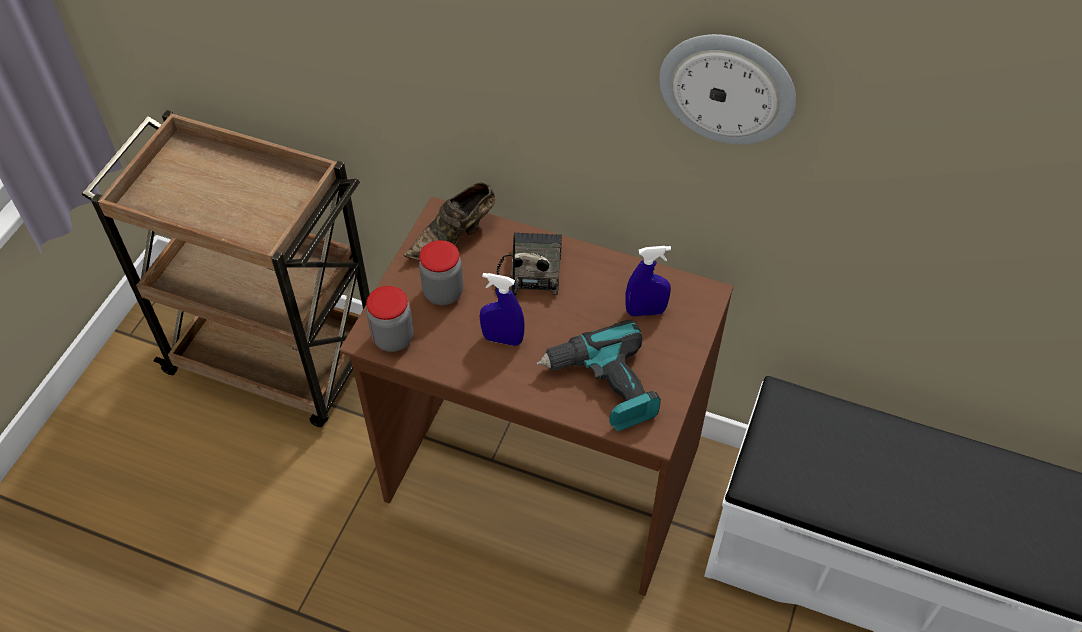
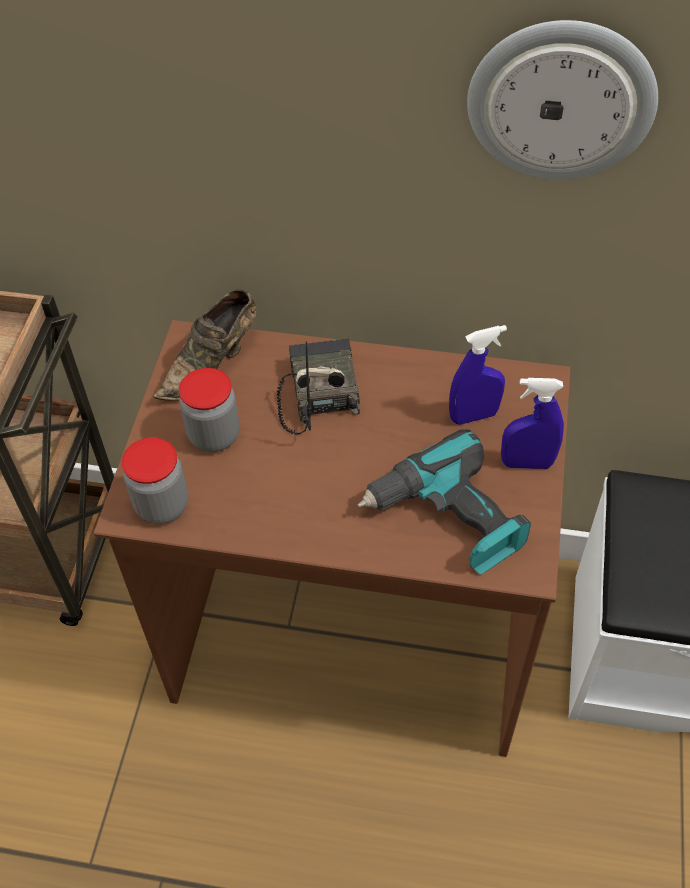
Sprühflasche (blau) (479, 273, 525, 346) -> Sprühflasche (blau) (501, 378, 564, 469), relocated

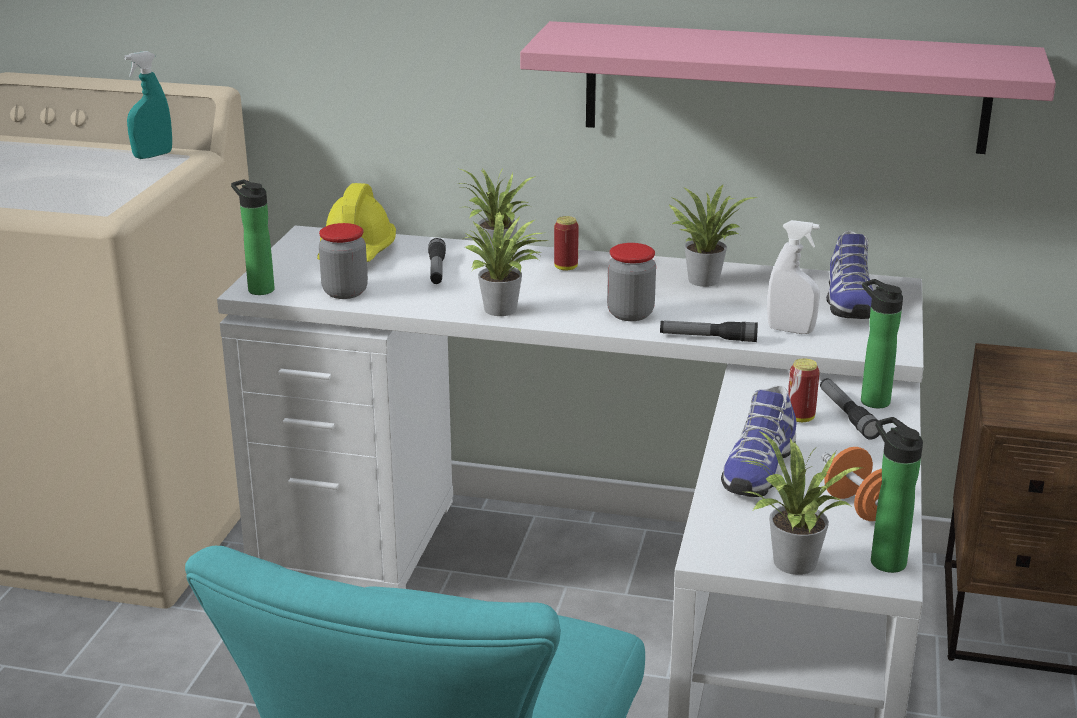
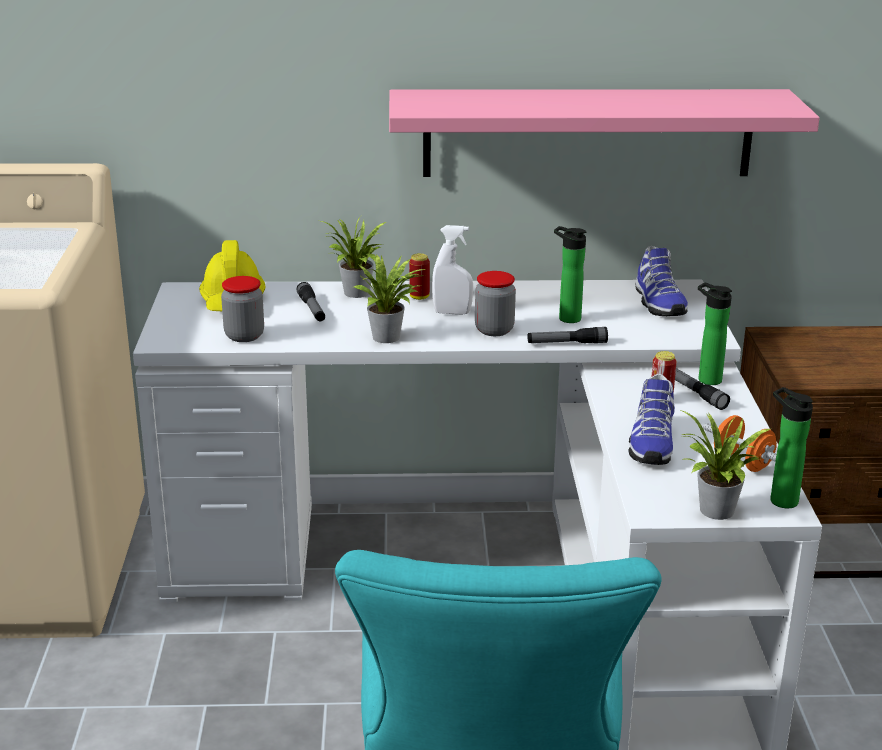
Sprühflasche (türkis) (124, 51, 172, 159) -> none
Flasche (231, 179, 274, 295) -> Flasche (554, 226, 587, 323), relocated
Topfpflanze (668, 185, 757, 287) -> none
Sprühflasche (weiß) (767, 220, 820, 334) -> Sprühflasche (weiß) (432, 225, 473, 315), relocated

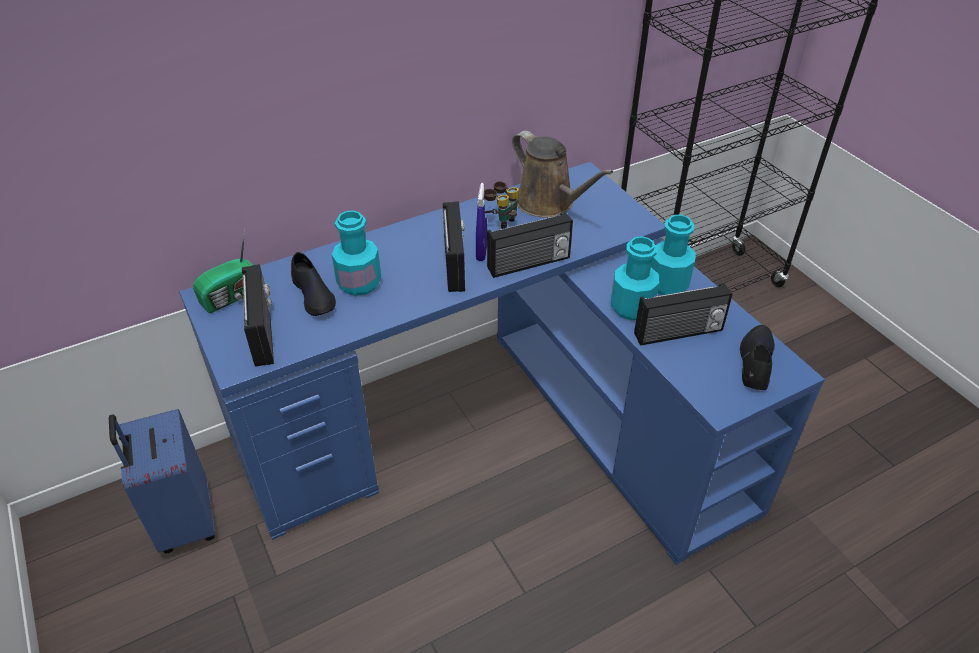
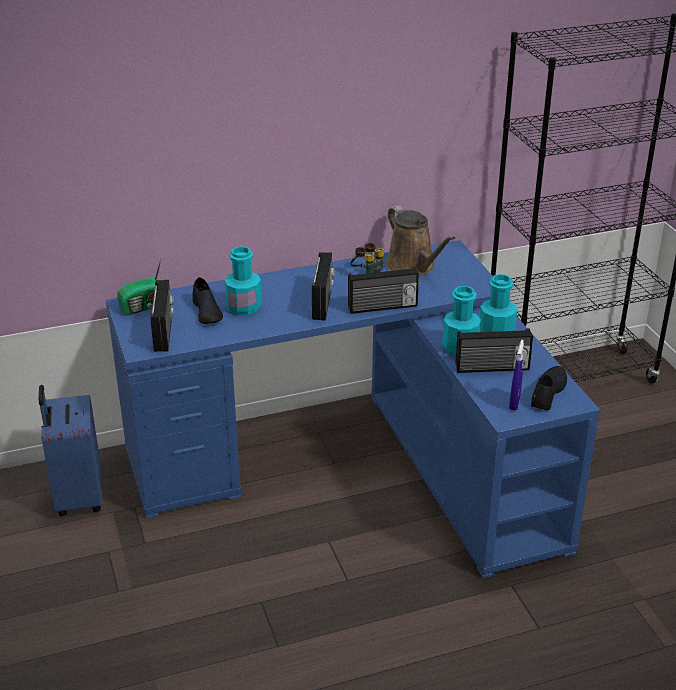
Sprühflasche (blau) (476, 183, 487, 261) -> Sprühflasche (blau) (509, 340, 524, 411), relocated

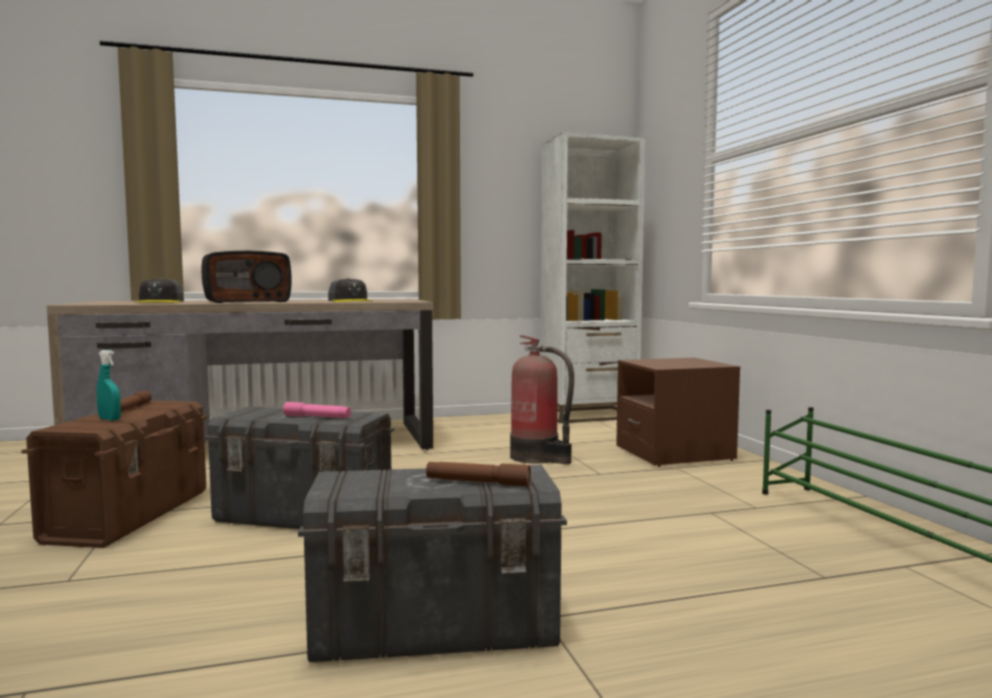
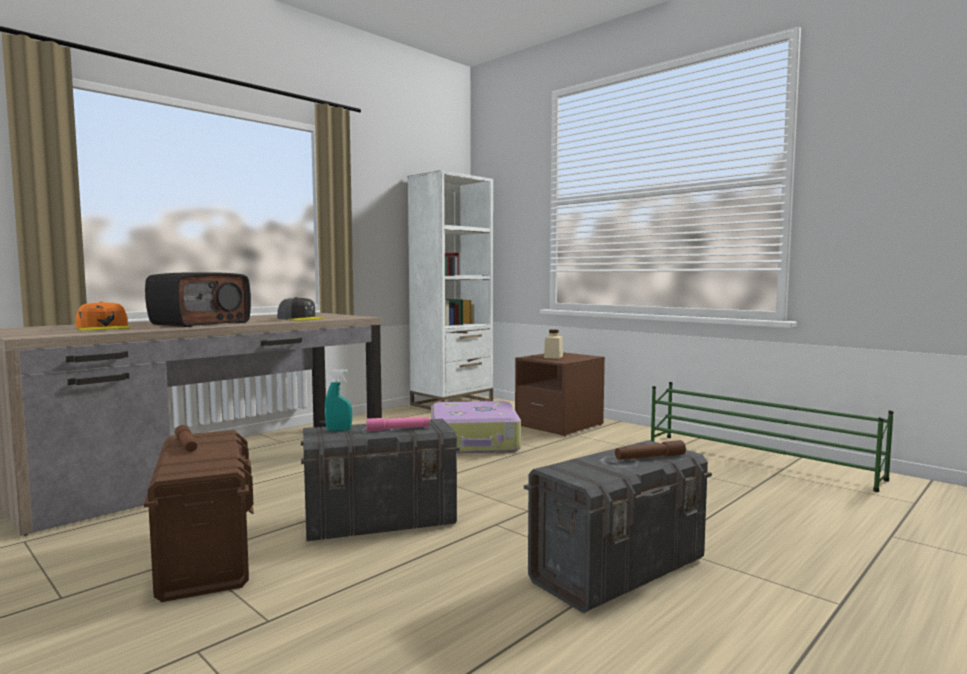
Sprühflasche (türkis) (97, 350, 121, 421) -> Sprühflasche (türkis) (325, 369, 352, 431), relocated
Kappe (grau) (134, 278, 184, 303) -> Kappe (orange) (75, 301, 131, 331)
Feuerlöscher (510, 335, 574, 464) -> Koffer (431, 401, 521, 454)
none -> Vorratsglas (beige) (544, 329, 563, 359)

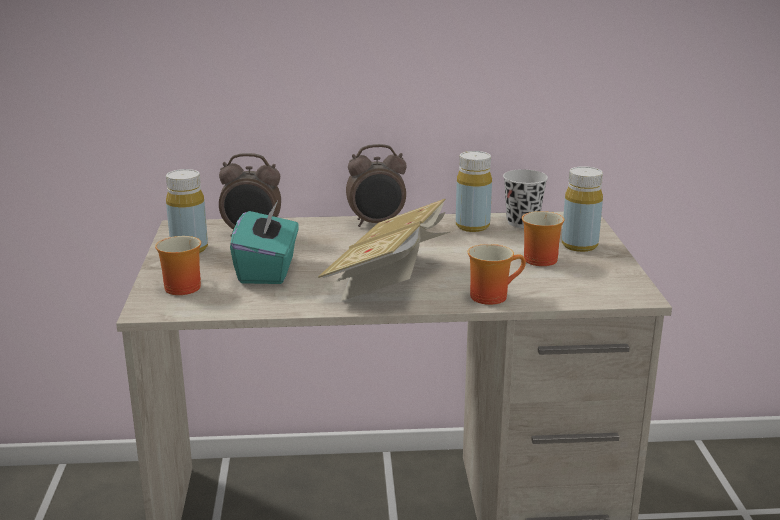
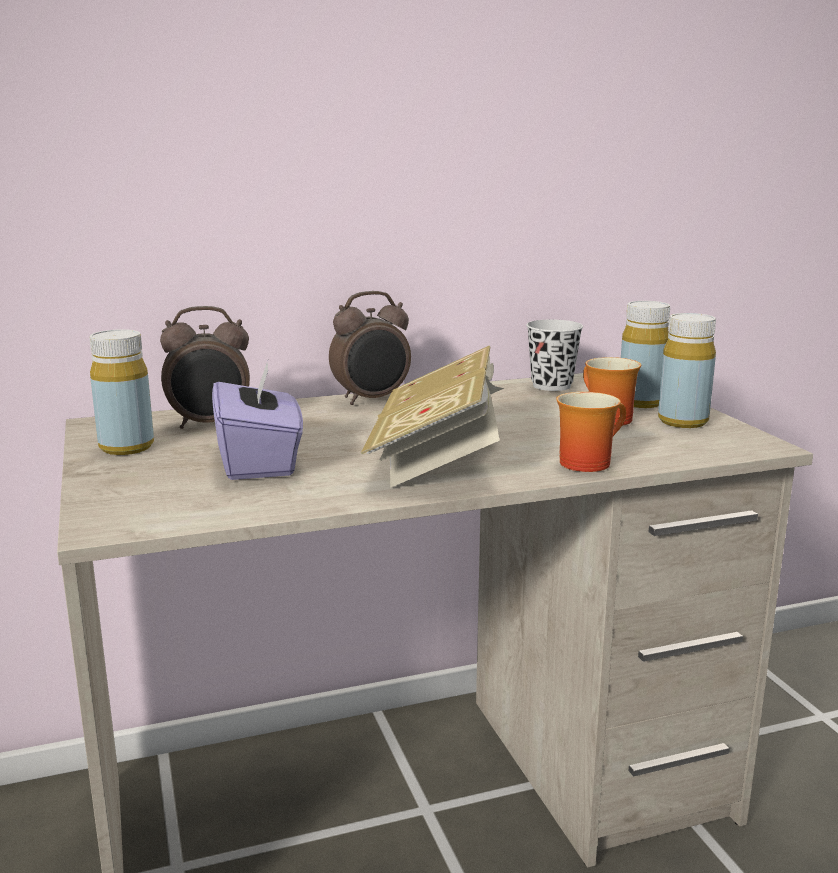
Henkelbecher (155, 236, 201, 295) -> none
Taschentuchbox (türkis) (230, 201, 299, 284) -> Taschentuchbox (lila) (212, 358, 303, 480)
Flasche (gelb) (456, 151, 492, 232) -> Flasche (gelb) (658, 313, 716, 428), relocated

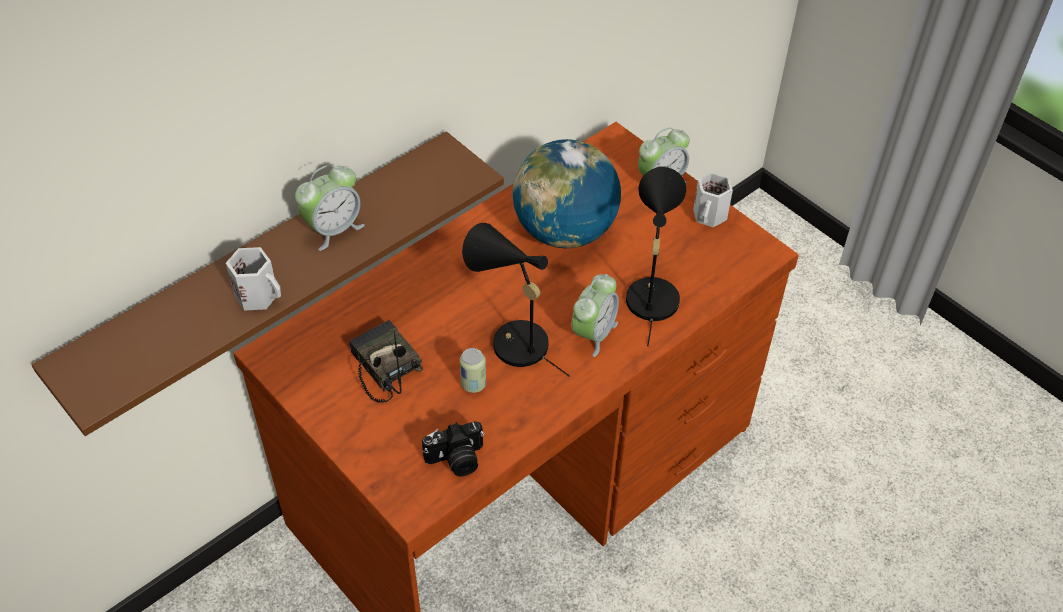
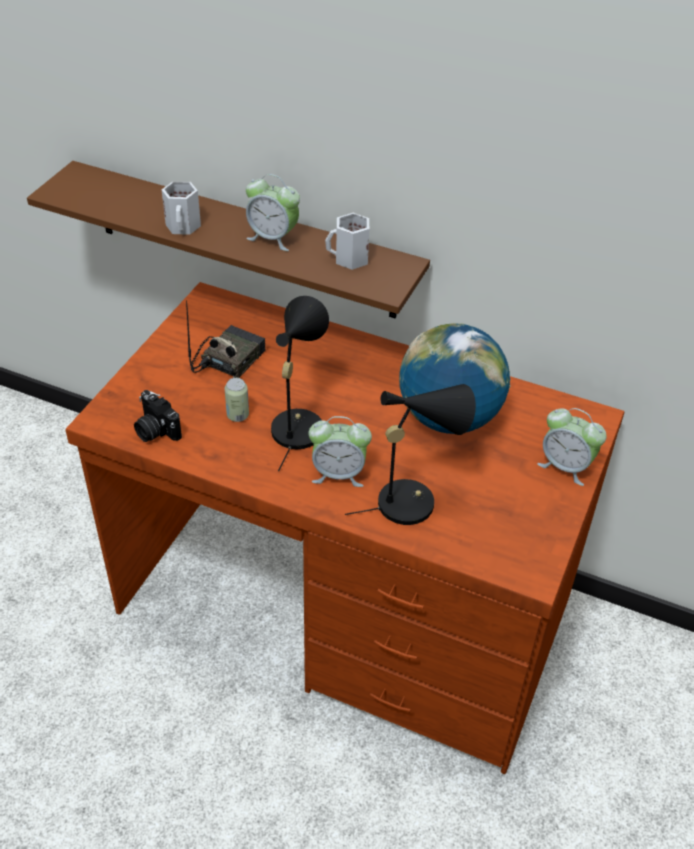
Henkelbecher (weiß) (693, 172, 733, 227) -> Henkelbecher (weiß) (325, 213, 369, 270), relocated

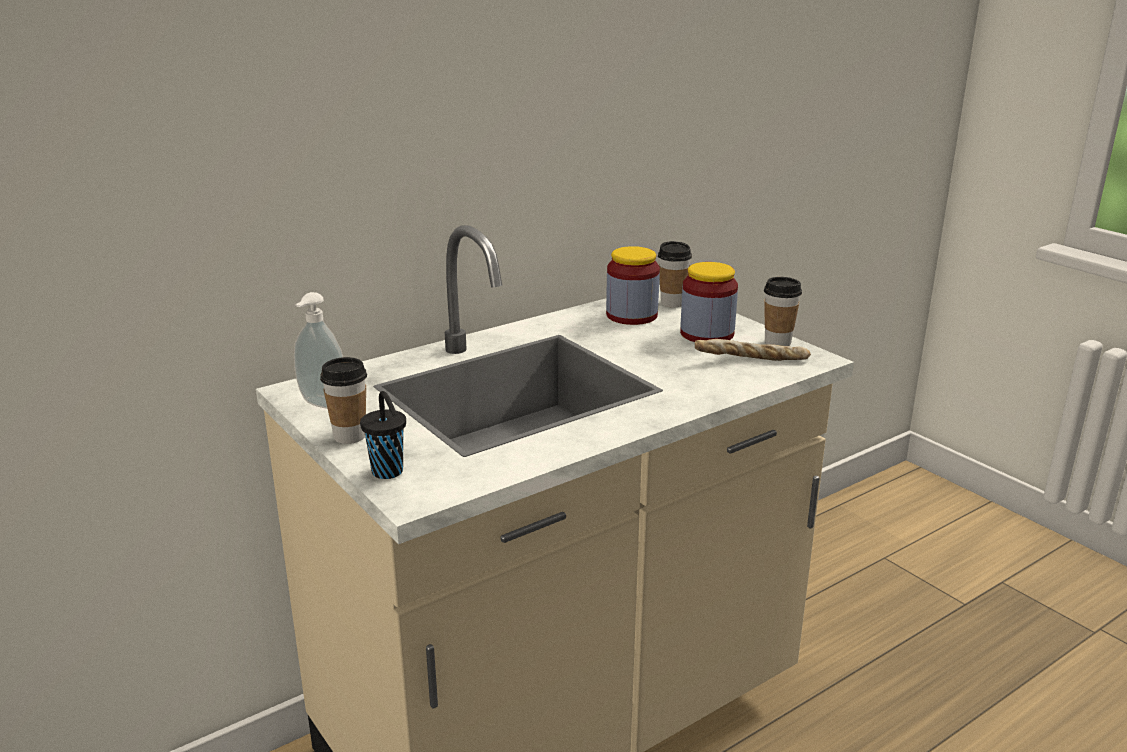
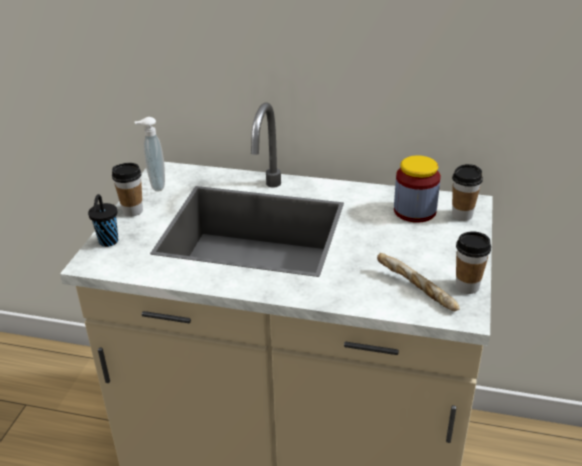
Vorratsglas (680, 262, 738, 342) -> none

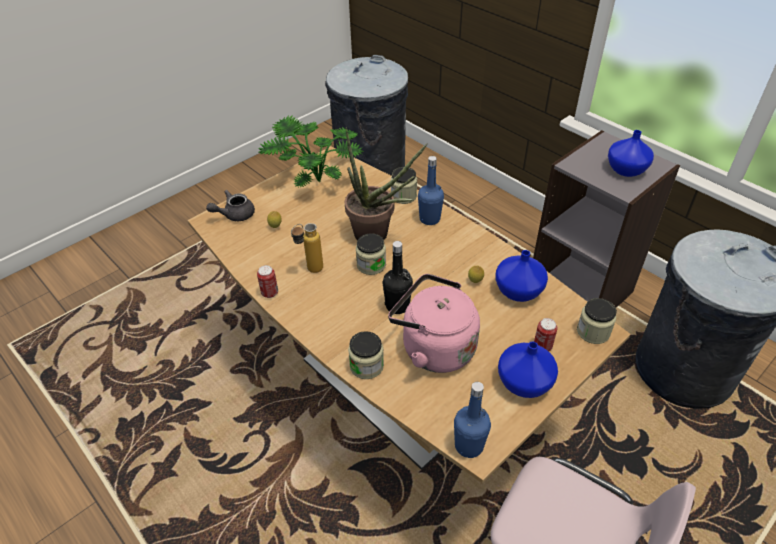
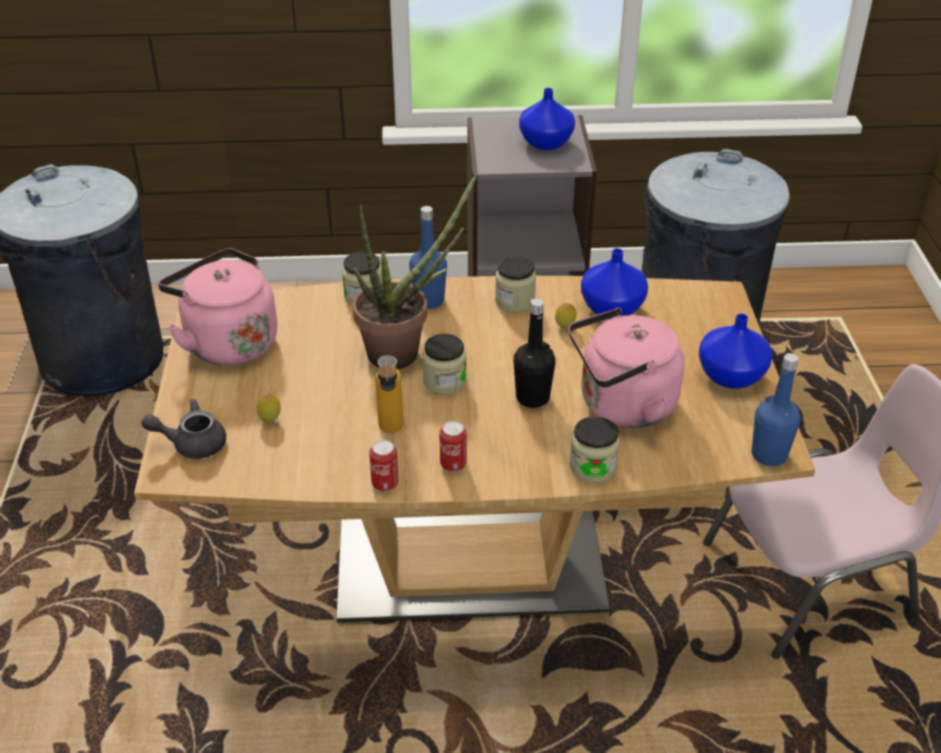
Teekanne (grau) (206, 190, 255, 221) -> Teekanne (grau) (142, 398, 226, 459), 75 degrees clockwise
Topfpflanze (258, 115, 363, 187) -> Wasserkessel (rosa) (158, 248, 277, 365)
Dose (534, 318, 557, 351) -> Dose (440, 421, 467, 472), relocated
Vorratsglas (577, 298, 617, 344) -> Vorratsglas (495, 256, 536, 312), relocated

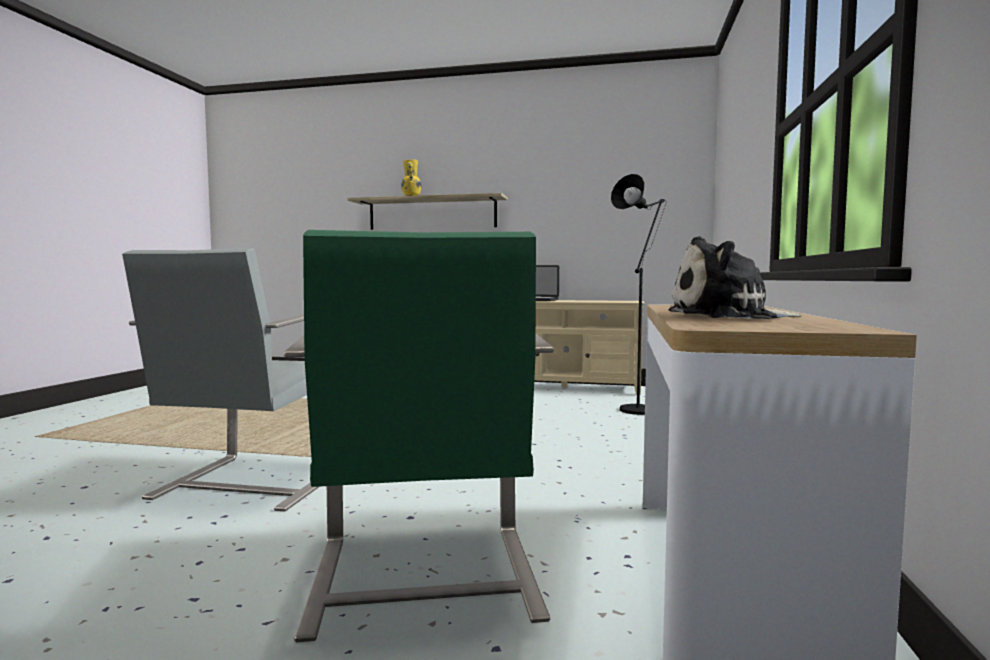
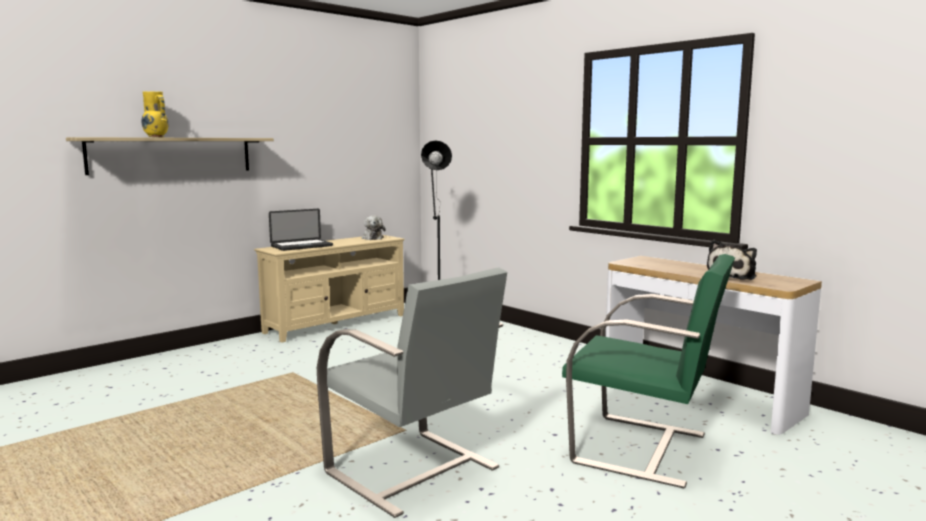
none -> Plüschtier (362, 216, 386, 240)

